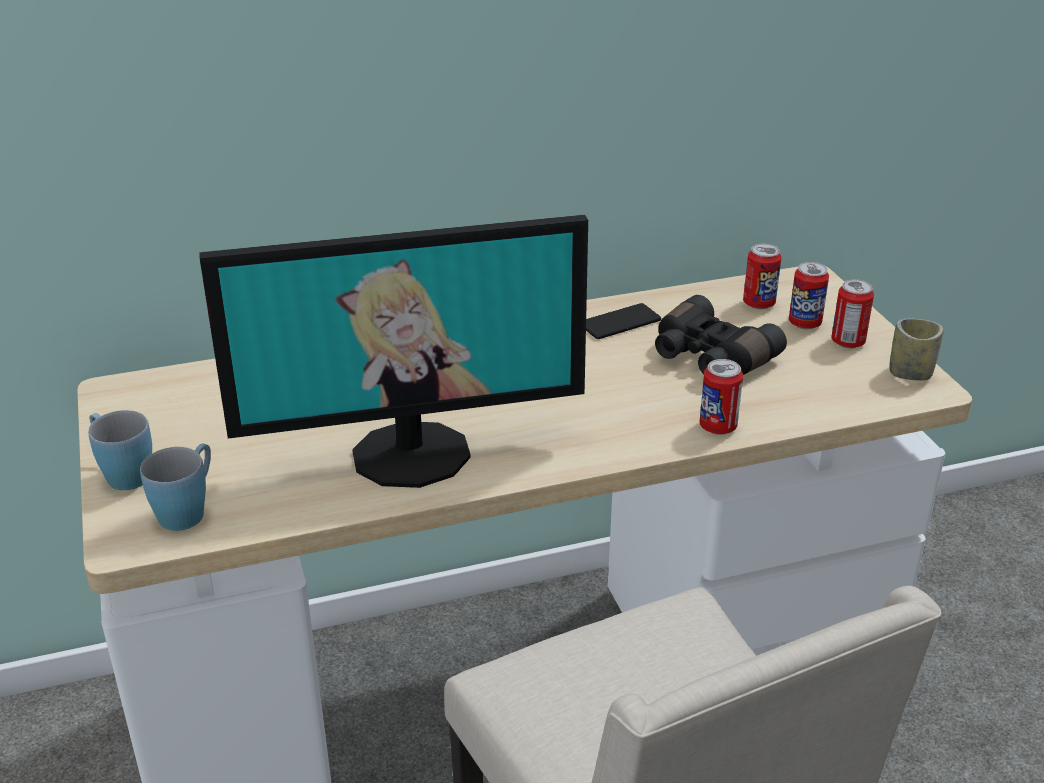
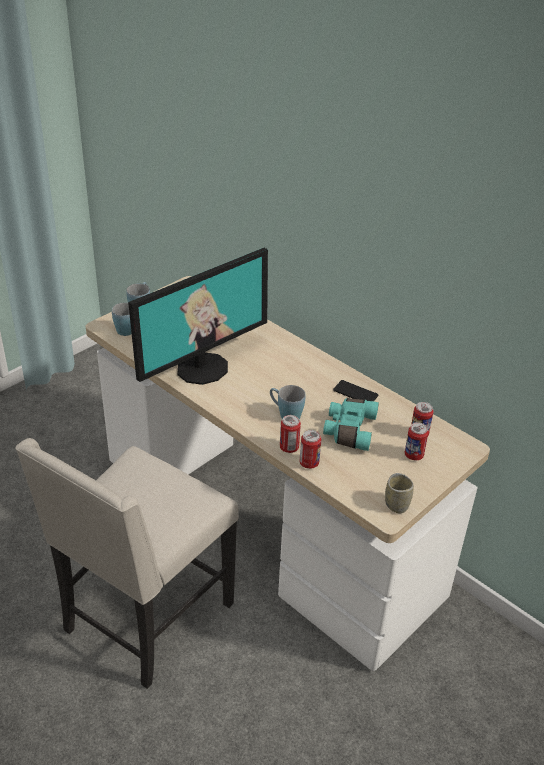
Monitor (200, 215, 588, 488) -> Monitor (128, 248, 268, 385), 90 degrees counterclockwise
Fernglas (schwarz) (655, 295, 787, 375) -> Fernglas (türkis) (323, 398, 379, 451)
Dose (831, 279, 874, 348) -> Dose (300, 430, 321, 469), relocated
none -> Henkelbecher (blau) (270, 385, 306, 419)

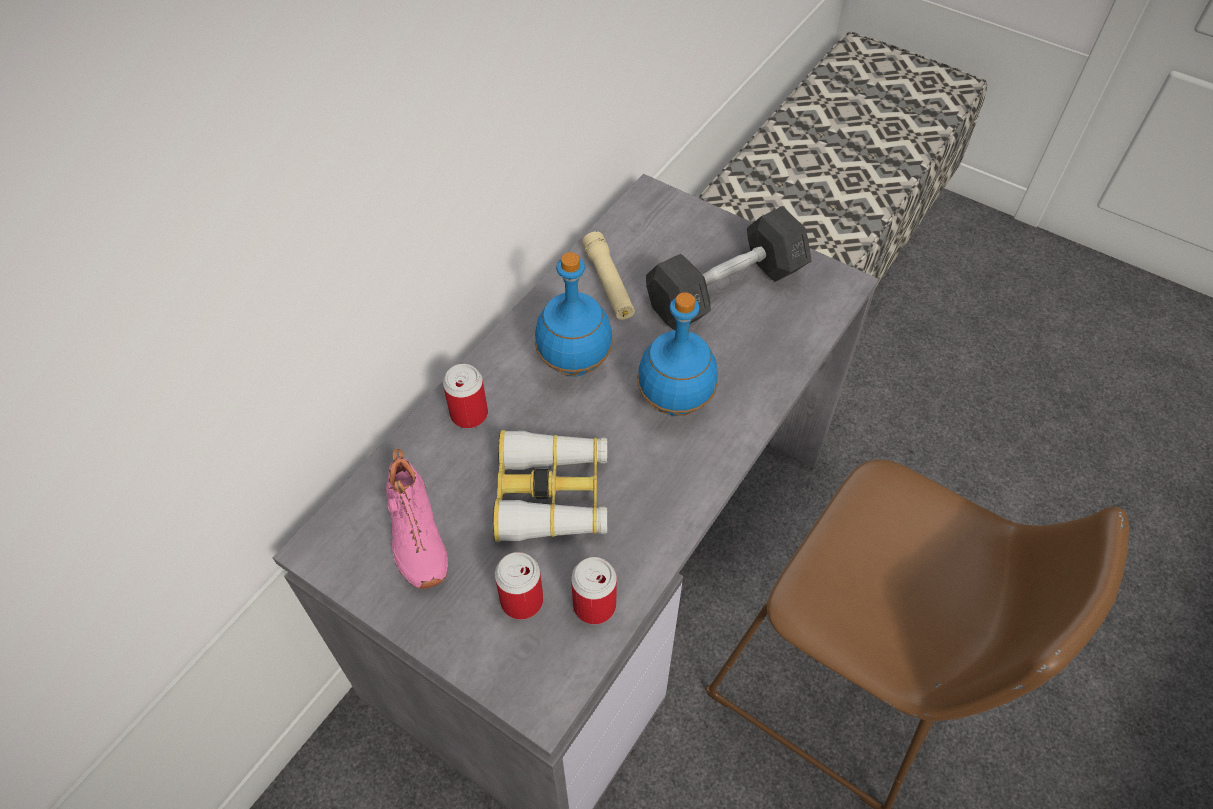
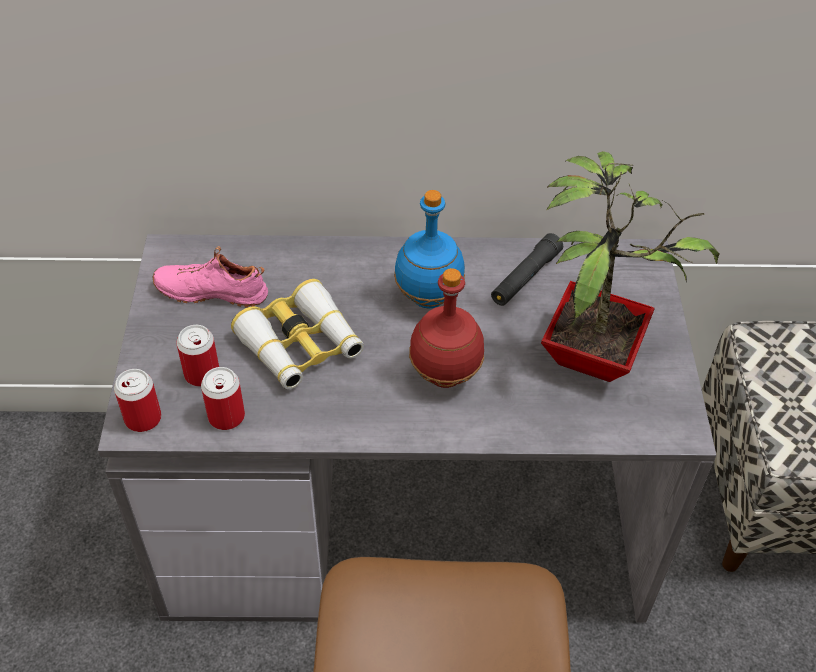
Schuh (rosa) (386, 449, 448, 589) -> Schuh (rosa) (153, 246, 268, 308), 60 degrees clockwise
Dose (443, 364, 488, 428) -> Dose (114, 369, 161, 432), relocated
Taschenlampe (beige) (582, 231, 635, 320) -> Taschenlampe (schwarz) (491, 233, 563, 306)
Flasche (blau) (637, 292, 718, 416) -> Flasche (rot) (409, 268, 484, 388)
Hantel (grau) (646, 206, 812, 330) -> Topfpflanze (541, 151, 719, 382)

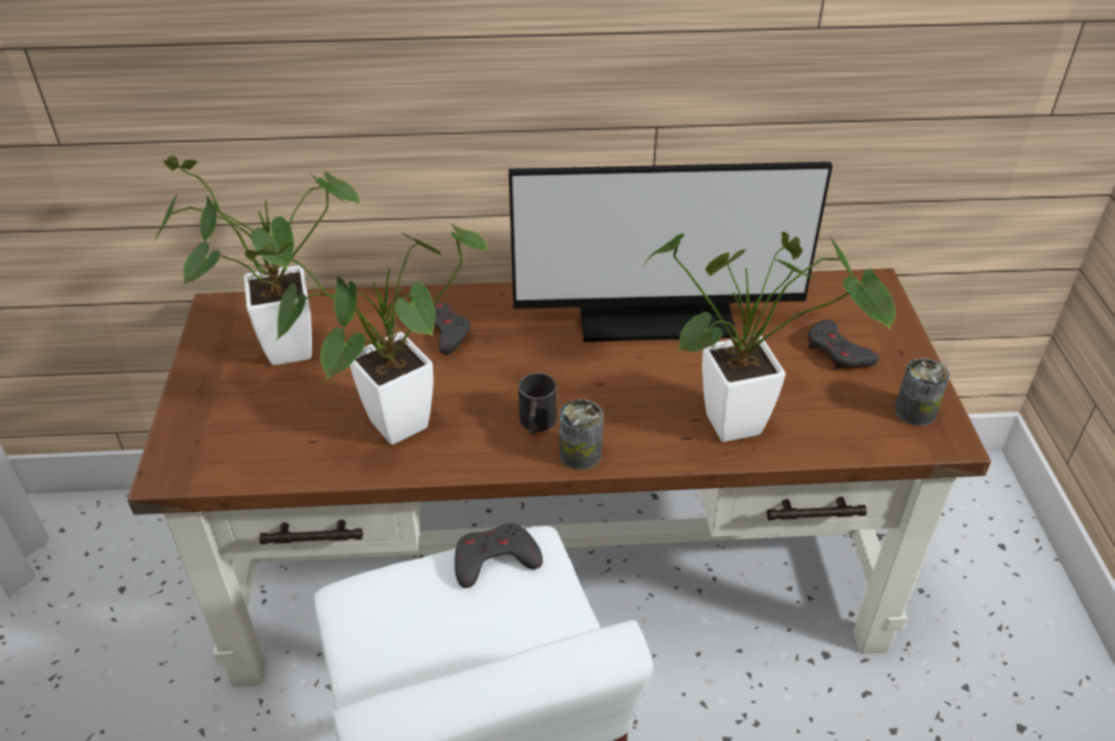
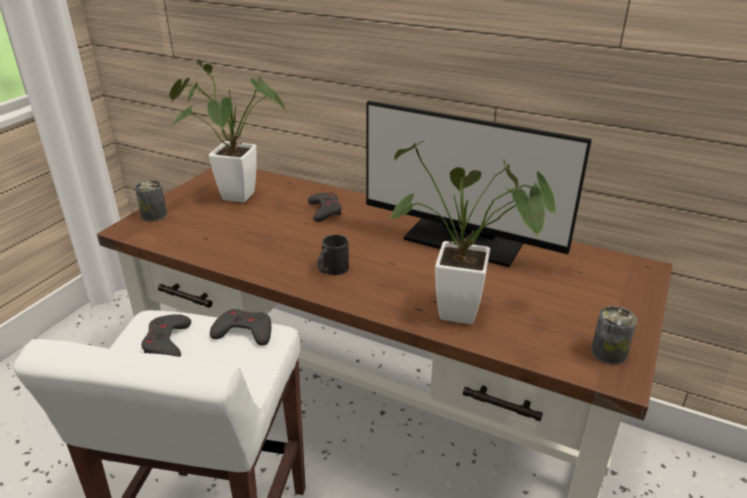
Topfpflanze (245, 224, 489, 445) -> none
Dose (559, 399, 603, 470) -> Dose (135, 180, 167, 222), relocated
Gamepad (grau) (808, 320, 879, 370) -> Gamepad (grau) (141, 314, 191, 357), relocated

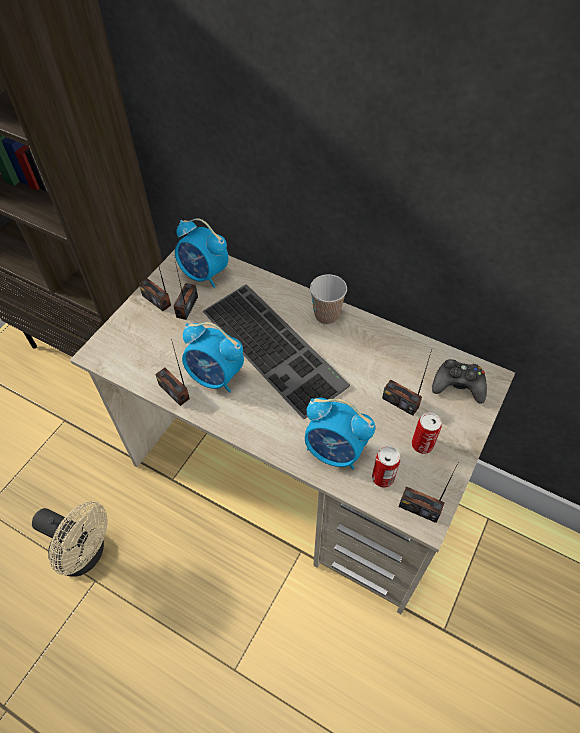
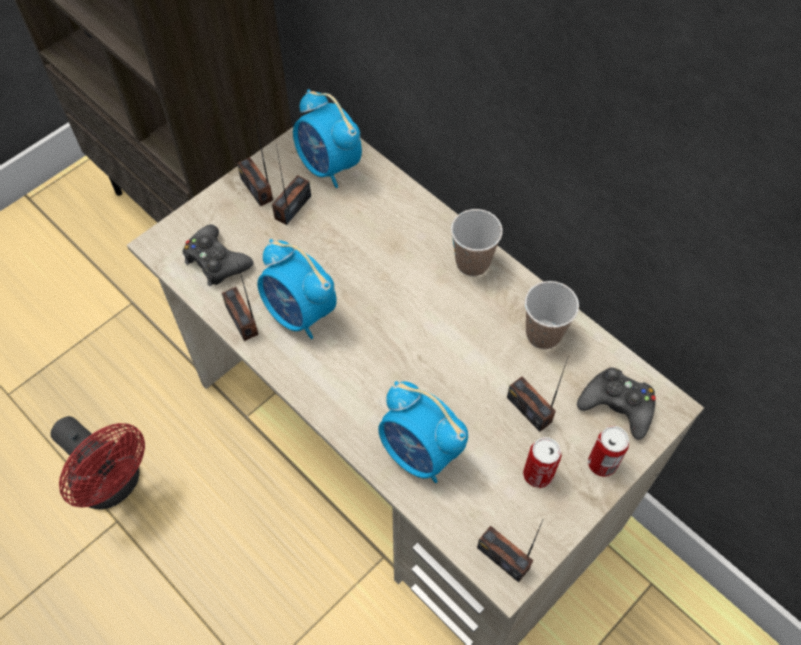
Ventilator (beige) (32, 501, 107, 577) -> Ventilator (rot) (50, 416, 145, 510)
Tastatur (202, 284, 350, 419) -> none
Dose (372, 446, 400, 488) -> Dose (588, 426, 629, 477), relocated
none -> Gamepad (schwarz) (182, 224, 254, 286)
none -> Tasse (525, 281, 579, 349)

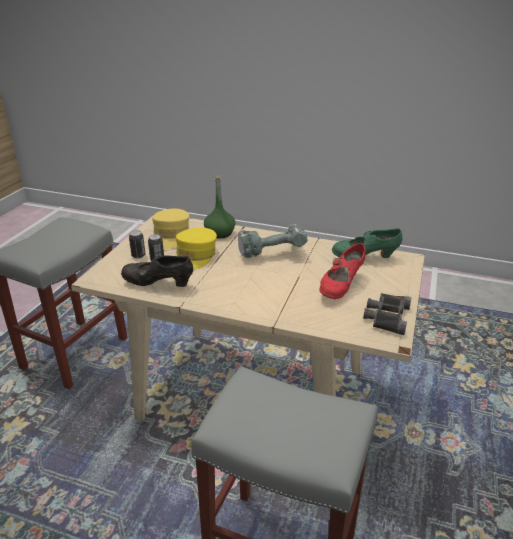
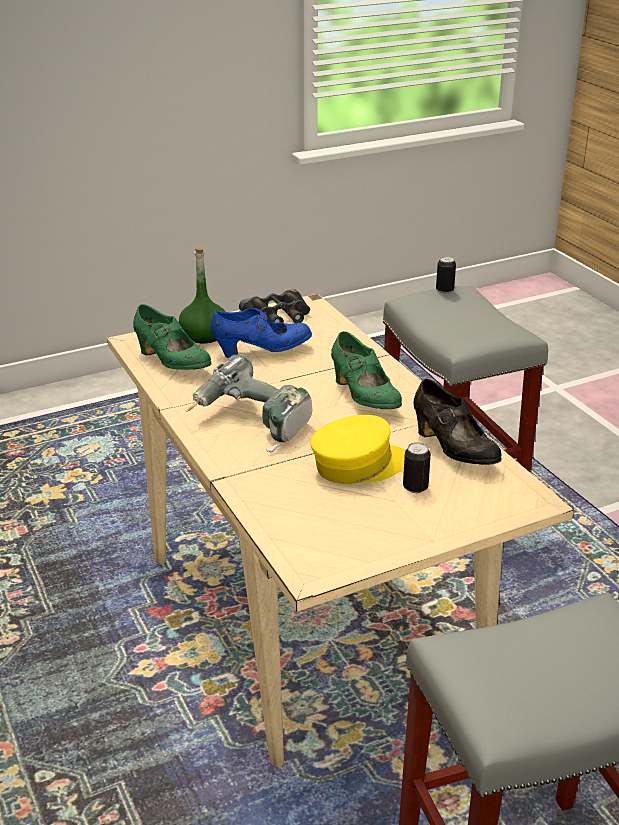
Dose (129, 230, 146, 259) -> Dose (436, 256, 456, 293), relocated
Kappe (gelb) (152, 208, 189, 249) -> none
Flasche (grün) (204, 176, 235, 238) -> Flasche (grün) (179, 248, 225, 344), relocated
Schuh (rot) (319, 243, 365, 299) -> Schuh (blau) (211, 308, 312, 358)
none -> Schuh (grün) (331, 331, 402, 409)

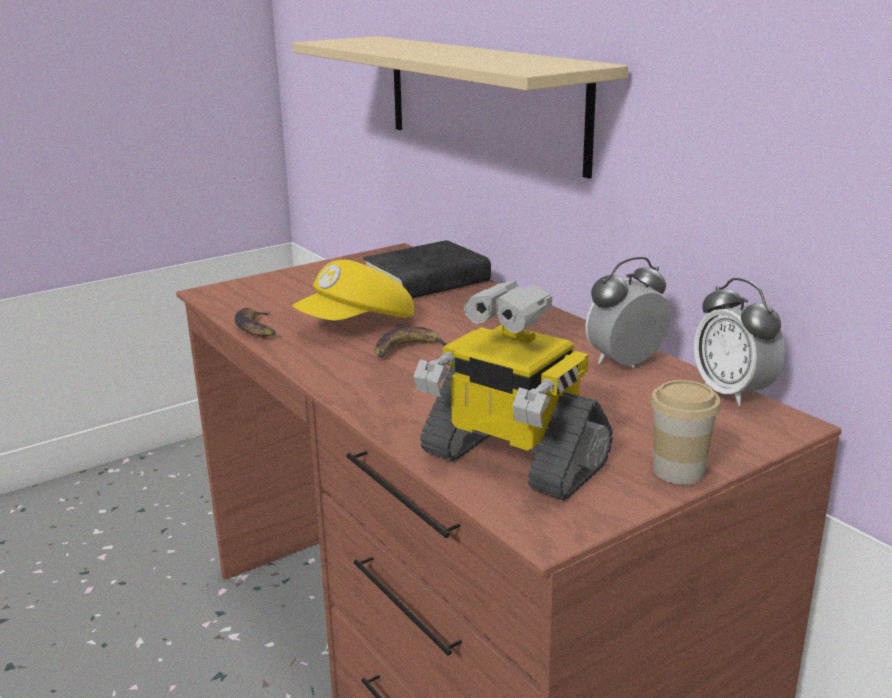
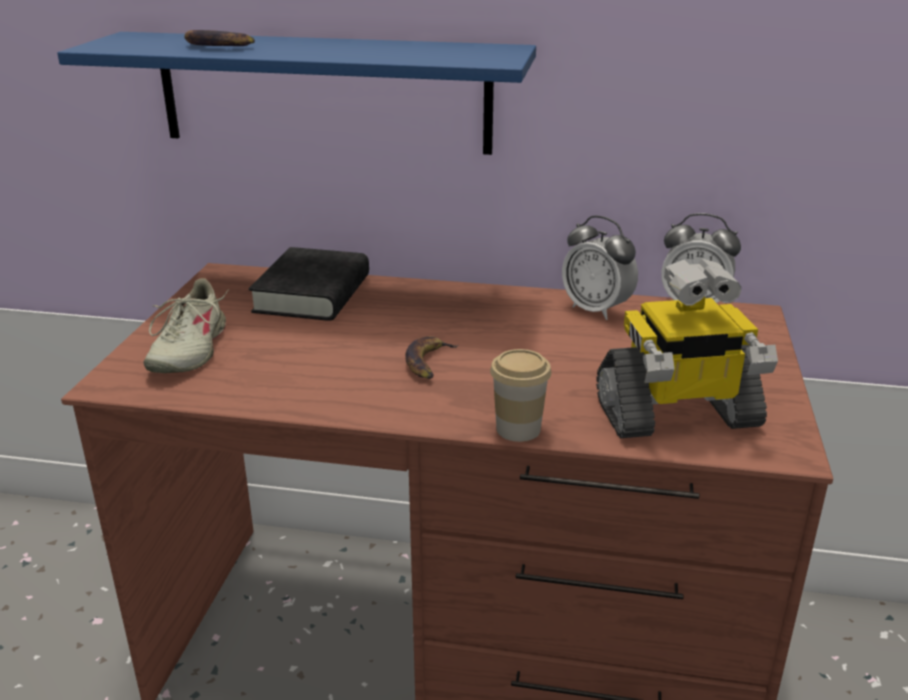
Banane (235, 308, 276, 337) -> Banane (184, 30, 255, 46), relocated
Wandregal (beige) (292, 36, 628, 178) -> Wandregal (blau) (57, 32, 536, 155)
Kappe (gelb) (292, 260, 414, 320) -> none
Wecker (586, 257, 671, 368) -> Wecker (562, 216, 638, 320), 60 degrees counterclockwise
Tasse (650, 380, 721, 485) -> Tasse (490, 349, 551, 442), relocated
none -> Schuh (beige) (144, 278, 229, 373)

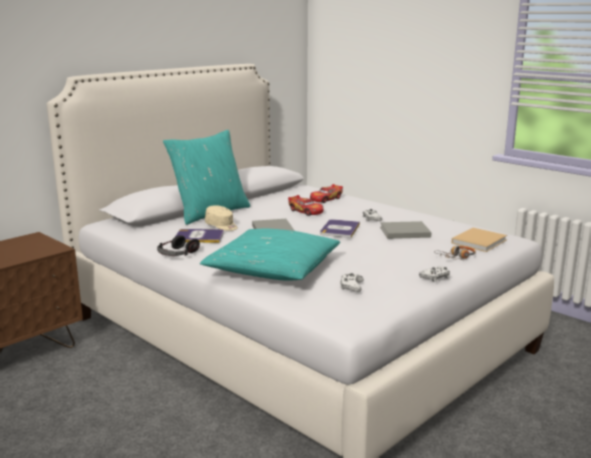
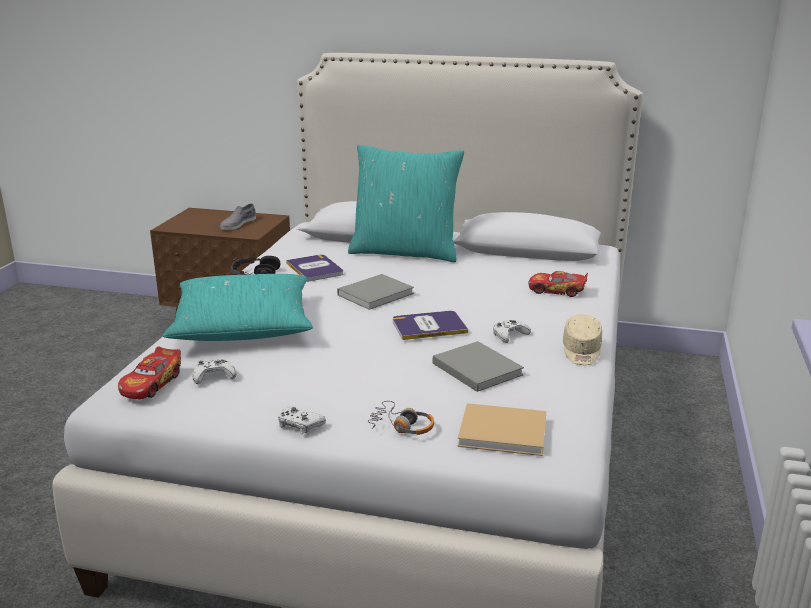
Kappe (beige) (205, 205, 238, 231) -> Kappe (beige) (563, 314, 602, 365), relocated
Spielzeugauto (288, 195, 324, 216) -> Spielzeugauto (118, 346, 181, 399), relocated
none -> Schuh (grau) (220, 204, 256, 230)

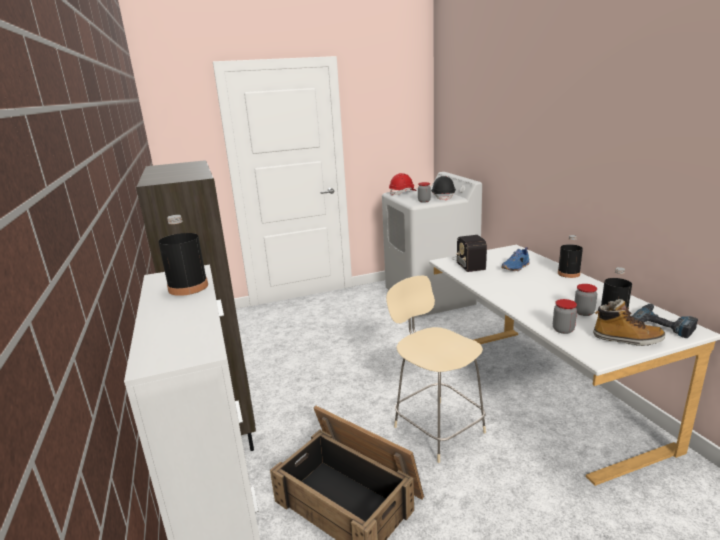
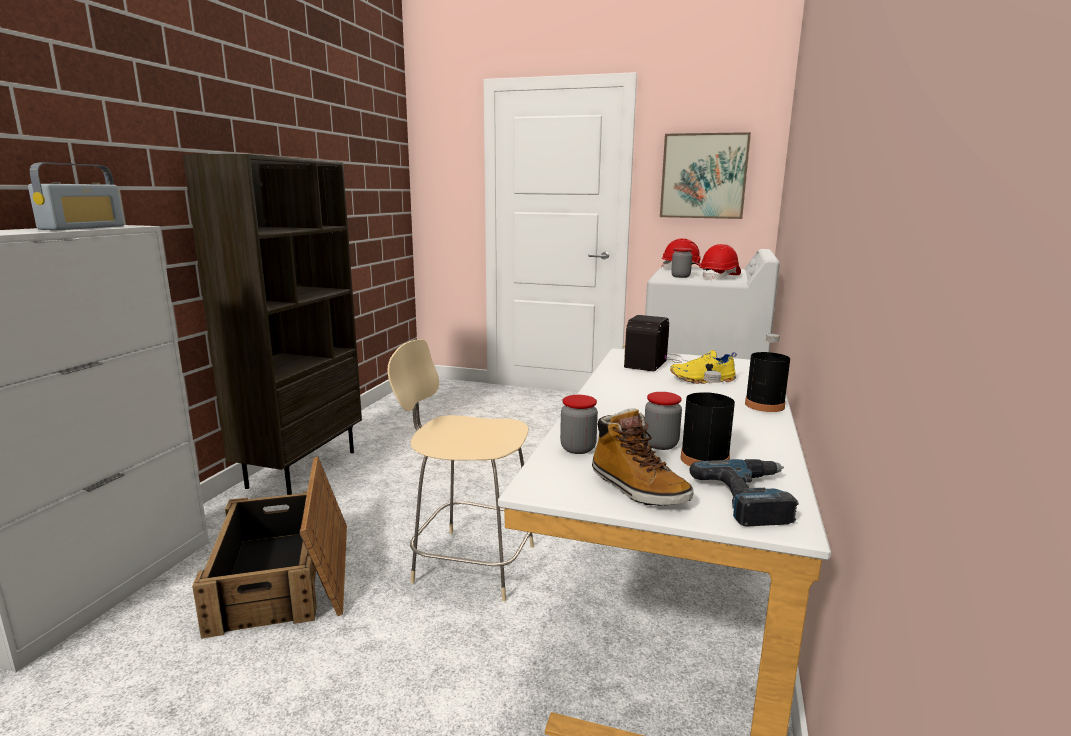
Flasche (schwarz) (158, 215, 208, 296) -> Radio (28, 163, 124, 230)
Stuhl (beige) (386, 275, 486, 463) -> Stuhl (beige) (387, 339, 534, 601), 75 degrees counterclockwise
Schutzhelm (schwarz) (431, 176, 456, 201) -> Schutzhelm (rot) (699, 244, 741, 280)
Schuh (blau) (501, 247, 529, 271) -> Schuh (gelb) (670, 350, 737, 384)
none -> Bild (660, 132, 751, 219)

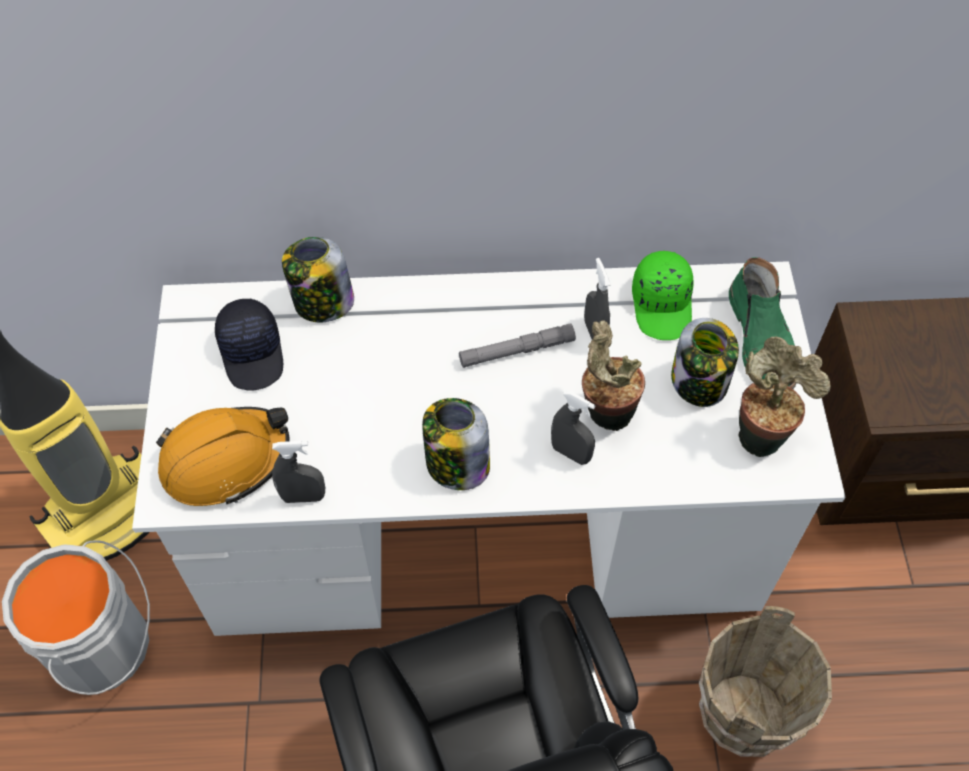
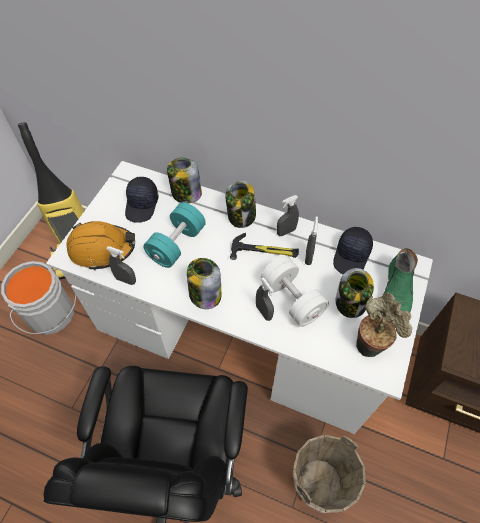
Taschenlampe (grau) (459, 323, 576, 368) -> Hammer (230, 233, 299, 260)
Topfpflanze (582, 320, 645, 431) -> Hantel (weiß) (261, 256, 329, 327)
Kappe (grün) (632, 251, 693, 340) -> Kappe (schwarz) (333, 227, 373, 274)
none -> Hantel (türkis) (143, 202, 206, 268)
none -> Vorratsglas (225, 181, 256, 228)
none -> Sprühflasche (grau) (277, 195, 299, 236)

